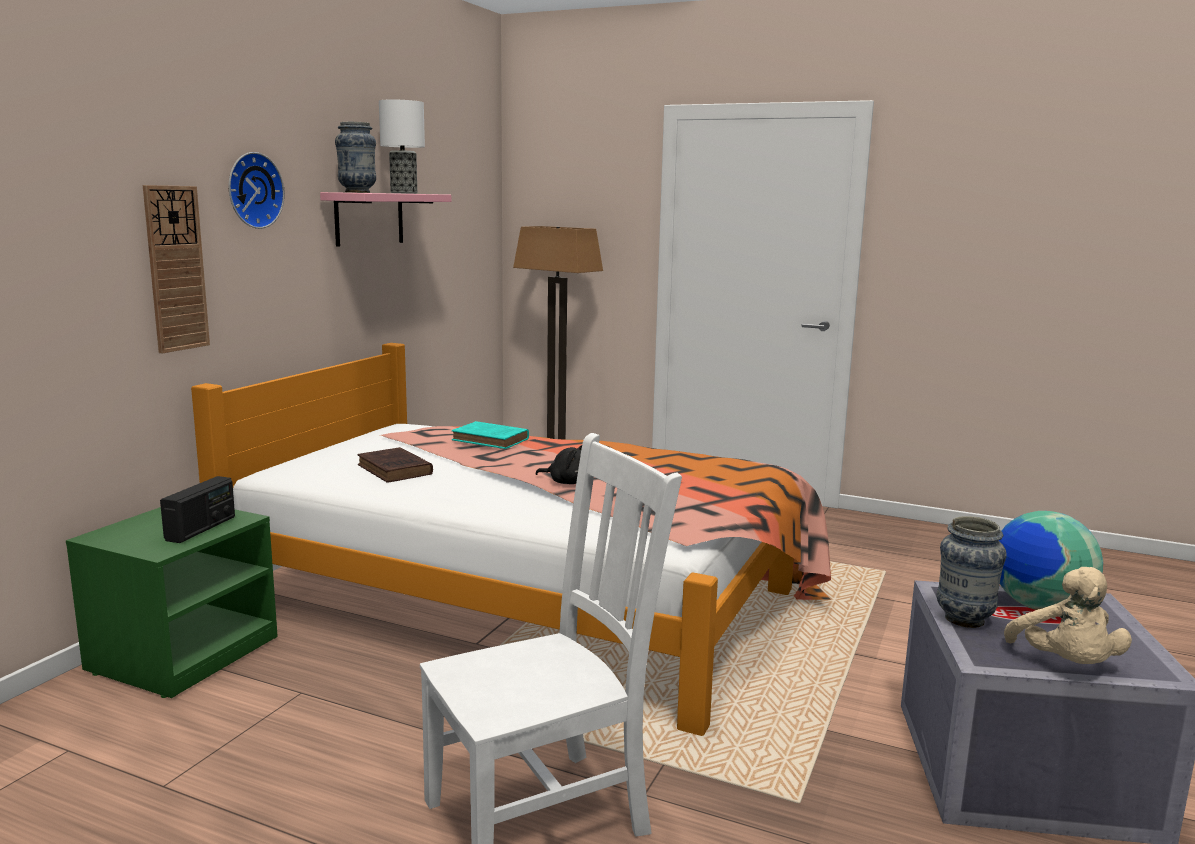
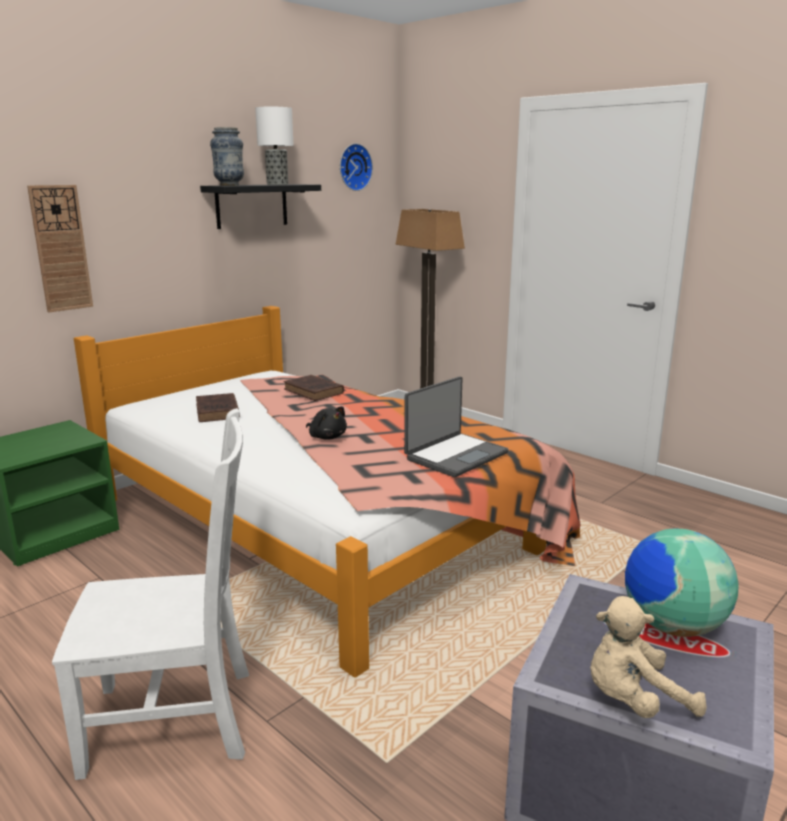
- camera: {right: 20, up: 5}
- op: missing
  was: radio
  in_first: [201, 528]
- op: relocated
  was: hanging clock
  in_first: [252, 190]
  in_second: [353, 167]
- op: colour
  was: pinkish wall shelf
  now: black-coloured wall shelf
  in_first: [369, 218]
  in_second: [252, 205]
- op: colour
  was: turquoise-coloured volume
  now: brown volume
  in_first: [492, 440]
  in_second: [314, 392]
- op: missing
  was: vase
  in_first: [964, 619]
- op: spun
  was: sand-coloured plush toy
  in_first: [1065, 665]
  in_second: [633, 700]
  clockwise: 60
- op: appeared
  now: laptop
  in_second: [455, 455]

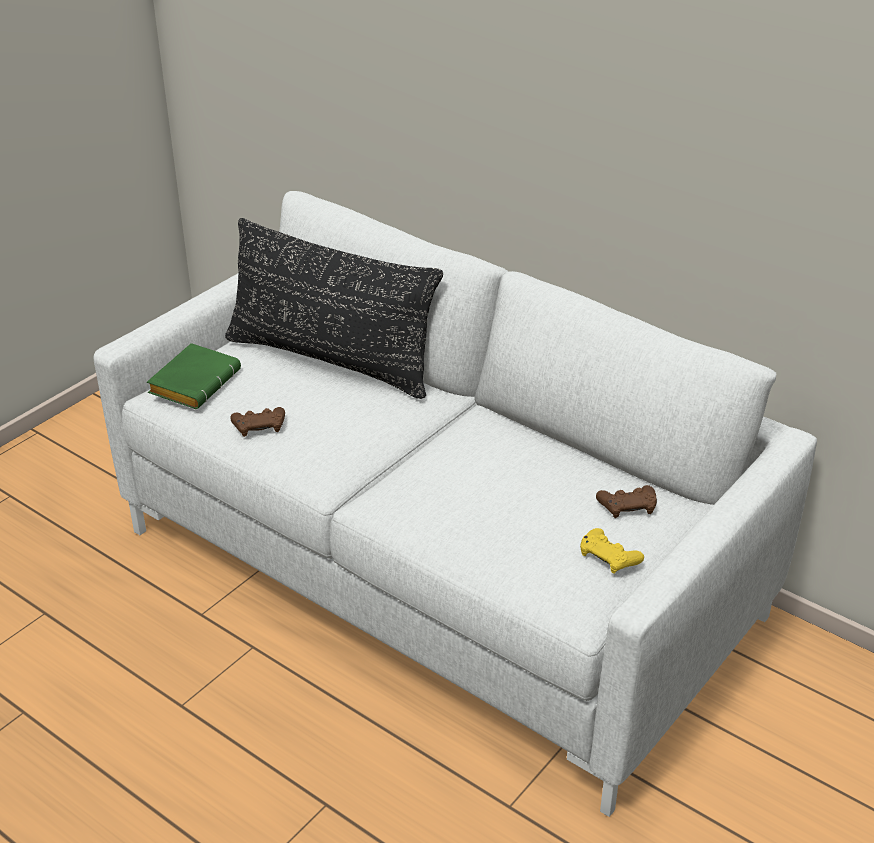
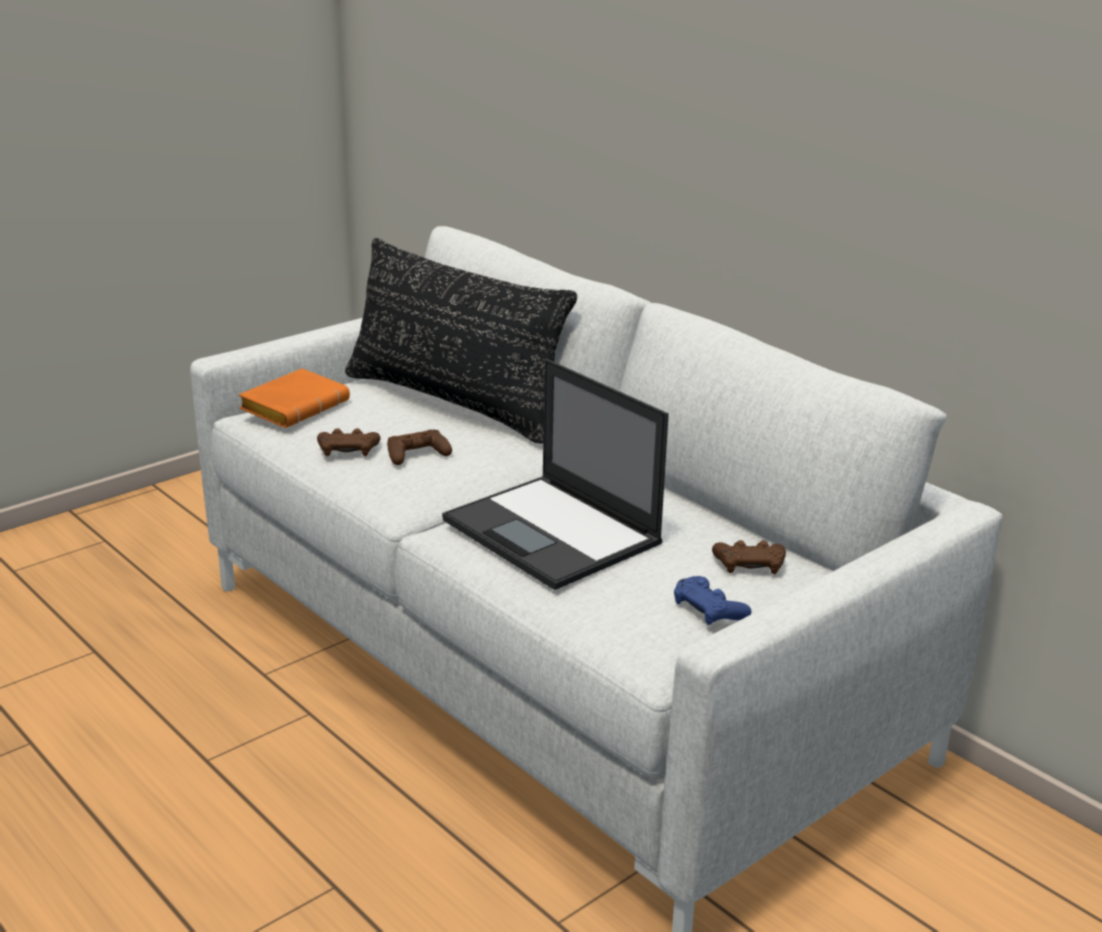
- camera: {right: 10, up: -10}
- op: colour
  was: green-coloured volume
  now: orangey volume
  in_first: [194, 382]
  in_second: [295, 406]
- op: colour
  was: yellowish gamepad
  now: blue gamepad
  in_first: [609, 556]
  in_second: [709, 609]
- op: appeared
  now: brown gamepad
  in_second: [417, 454]
- op: appeared
  now: laptop
  in_second: [553, 533]

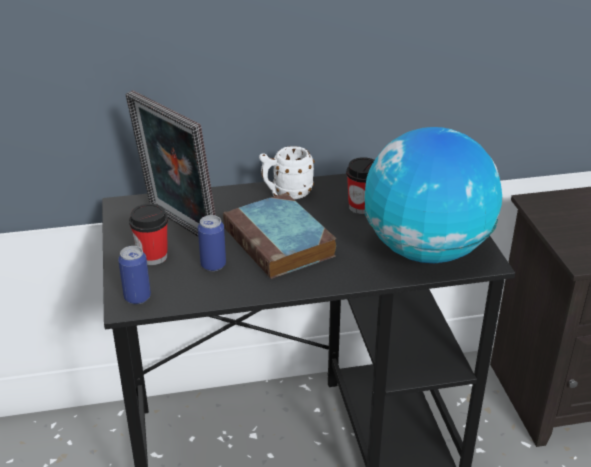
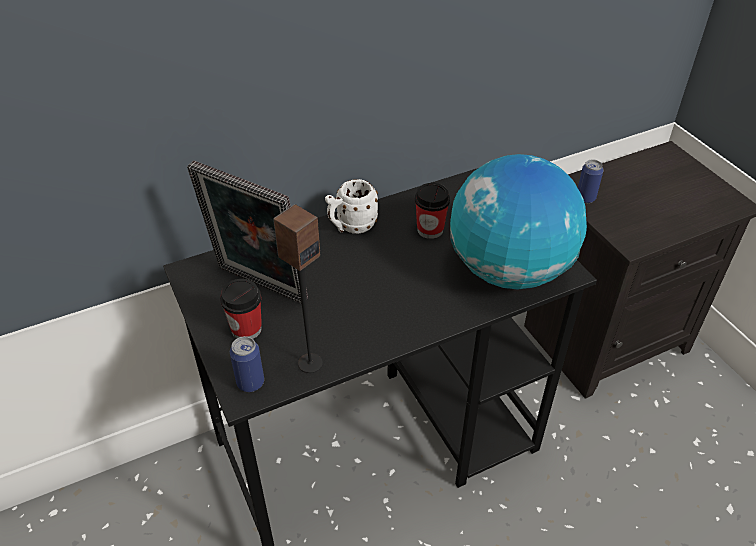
- camera: {right: -15, up: 10}
- op: relocated
  was: sealed can
  in_first: [213, 265]
  in_second: [585, 198]
- op: missing
  was: volume
  in_first: [281, 243]
- op: appeared
  now: loudspeaker
  in_second: [310, 363]

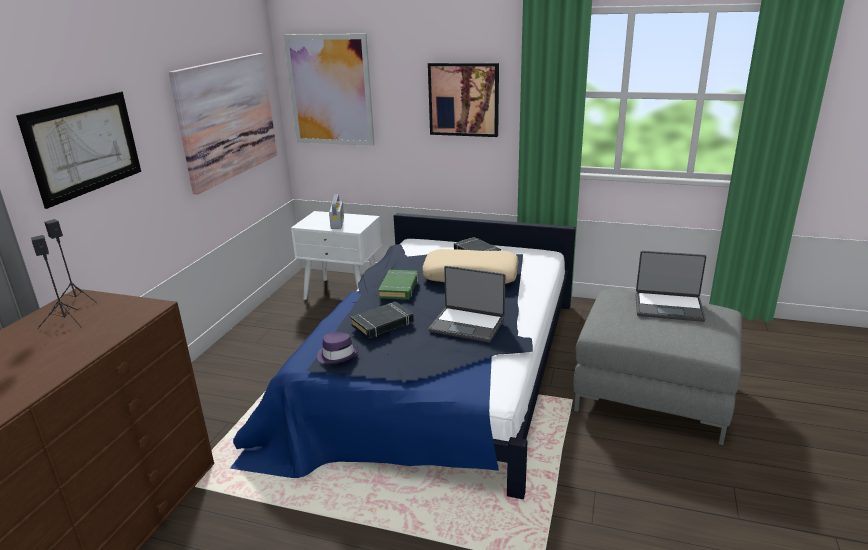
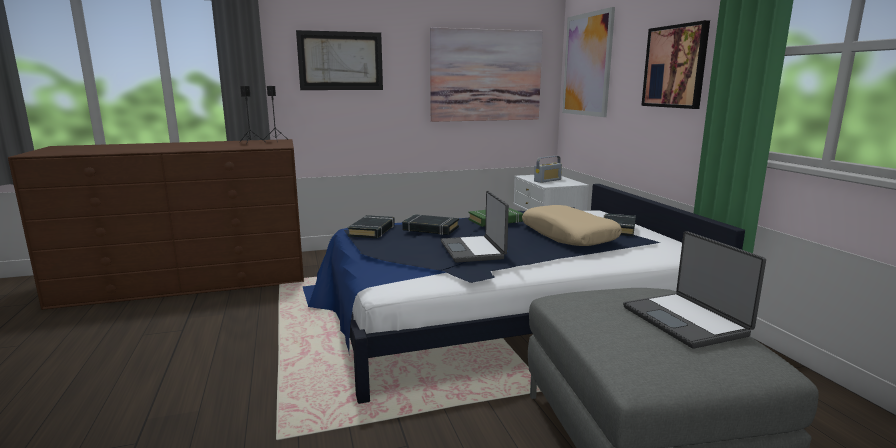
- camera: {right: 55, up: -10}
- op: exchanged
  was: purple wearable hat
  now: black-coloured volume
  in_first: [337, 355]
  in_second: [372, 231]

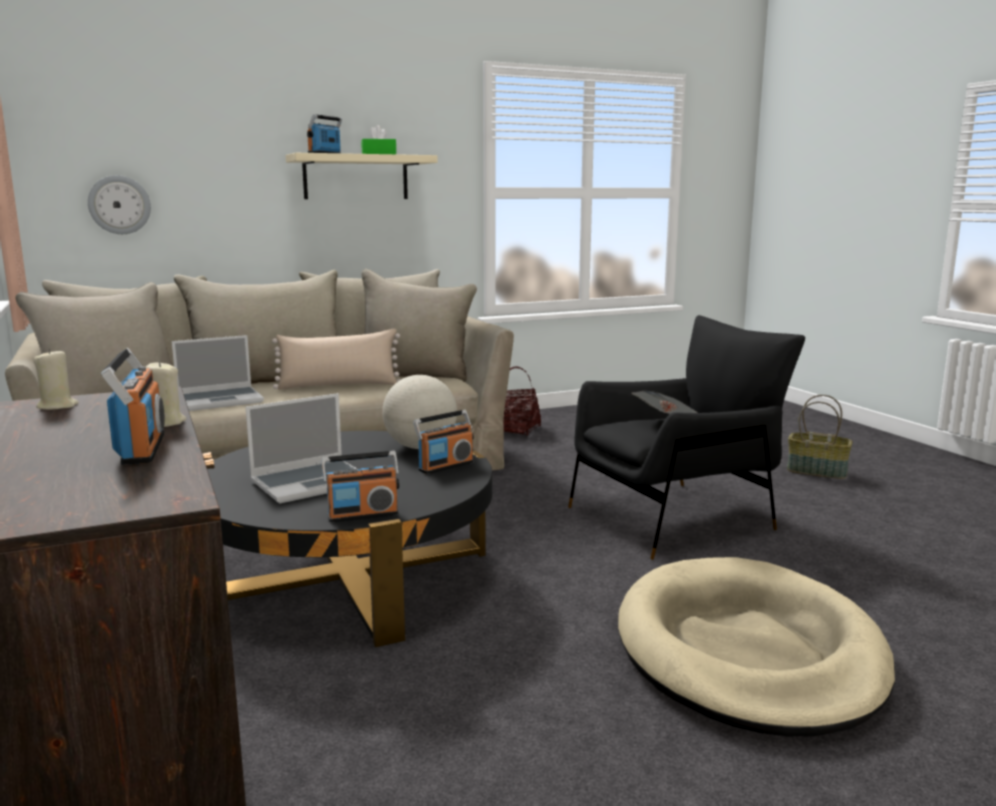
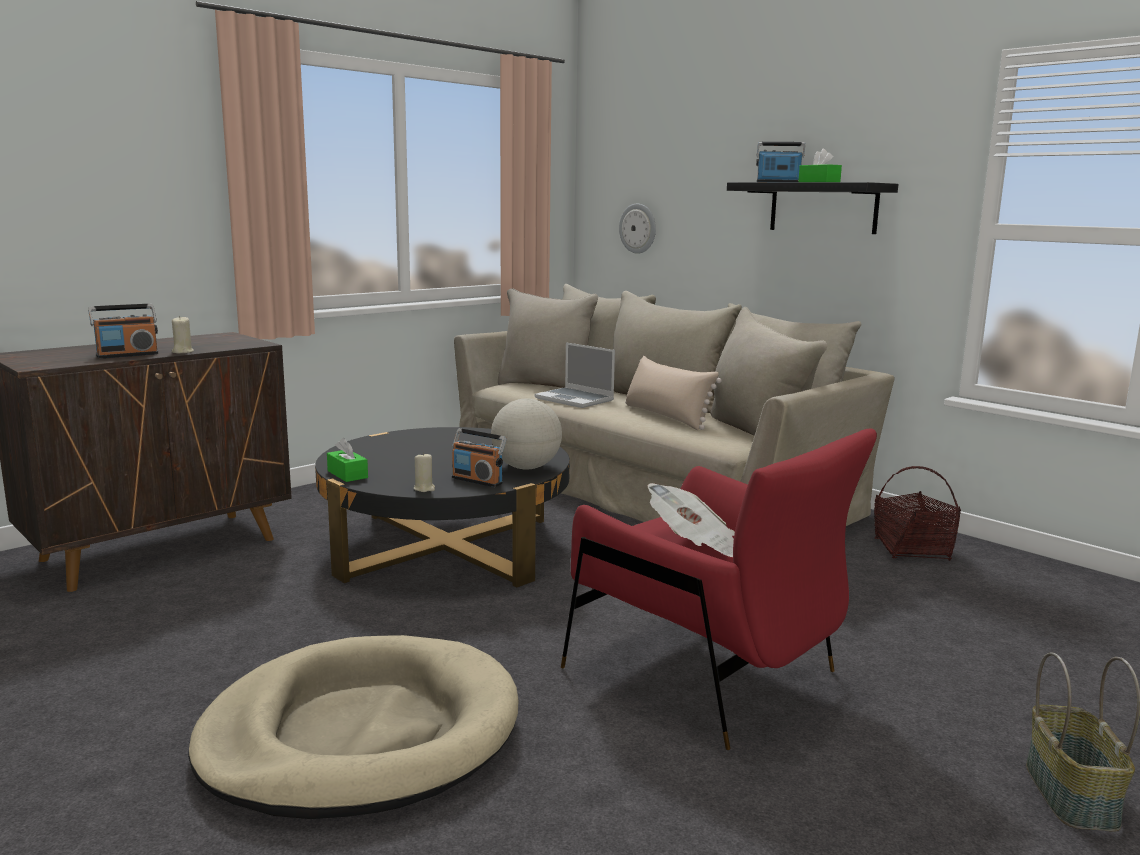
- camera: {right: 70, up: 0}
- op: relocated
  was: sand-coloured wax candle
  in_first: [57, 406]
  in_second: [424, 488]
- op: missing
  was: laptop
  in_first: [311, 482]
- op: colour
  was: sand-coloured wall shelf
  now: black-coloured wall shelf
  in_first: [356, 177]
  in_second: [823, 207]
- op: exchanged
  was: radio
  now: green-coloured box of tissues
  in_first: [362, 515]
  in_second: [347, 474]
- op: colour
  was: black-coloured easy chair
  now: red-coloured easy chair
  in_first: [675, 517]
  in_second: [705, 673]

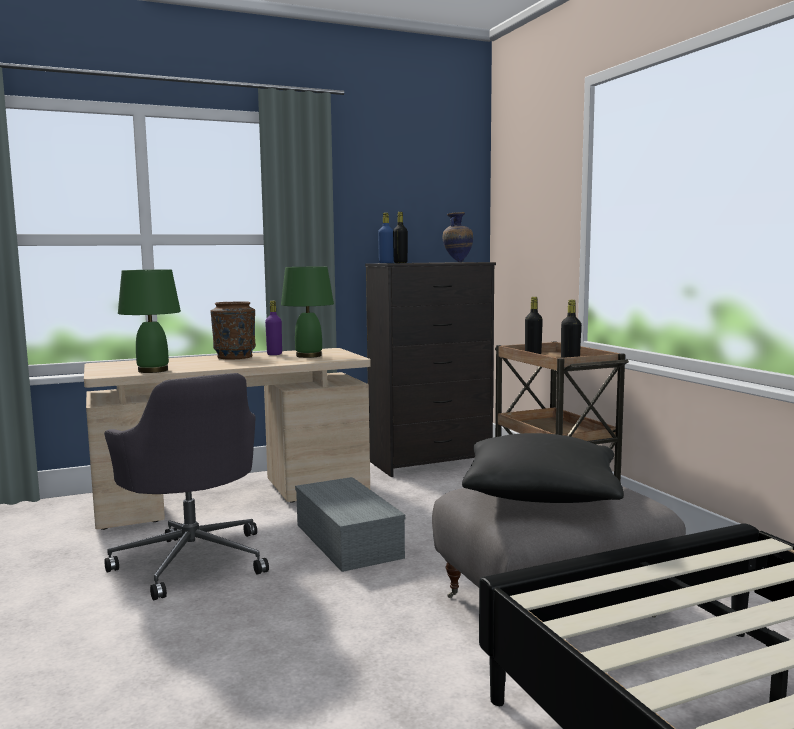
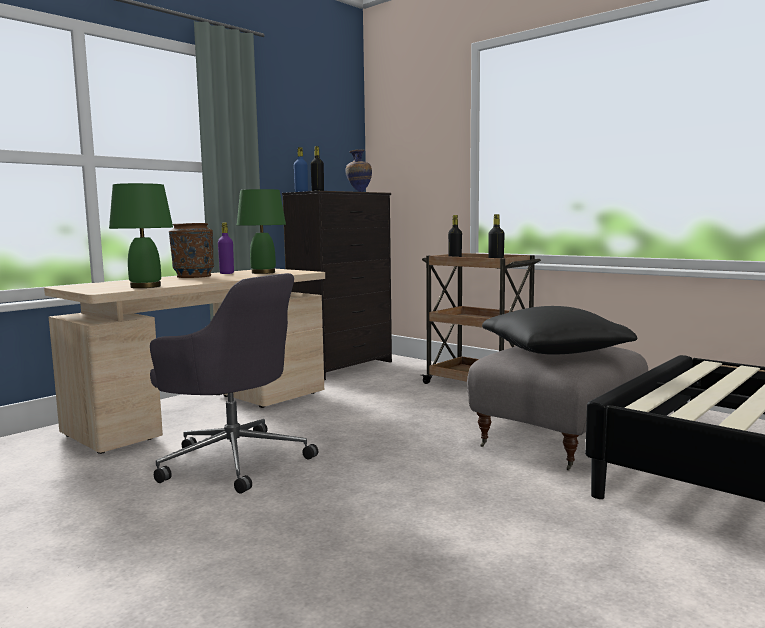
- camera: {right: -25, up: 0}
- op: missing
  was: greyish storage box
  in_first: [350, 541]

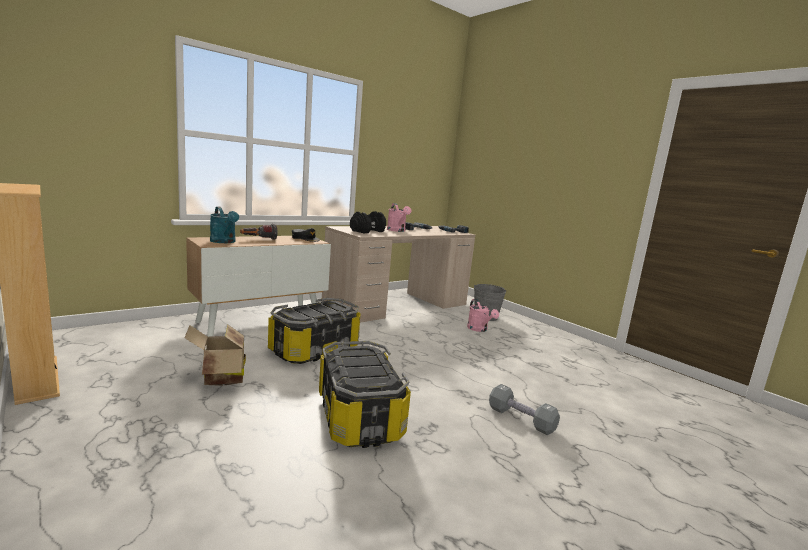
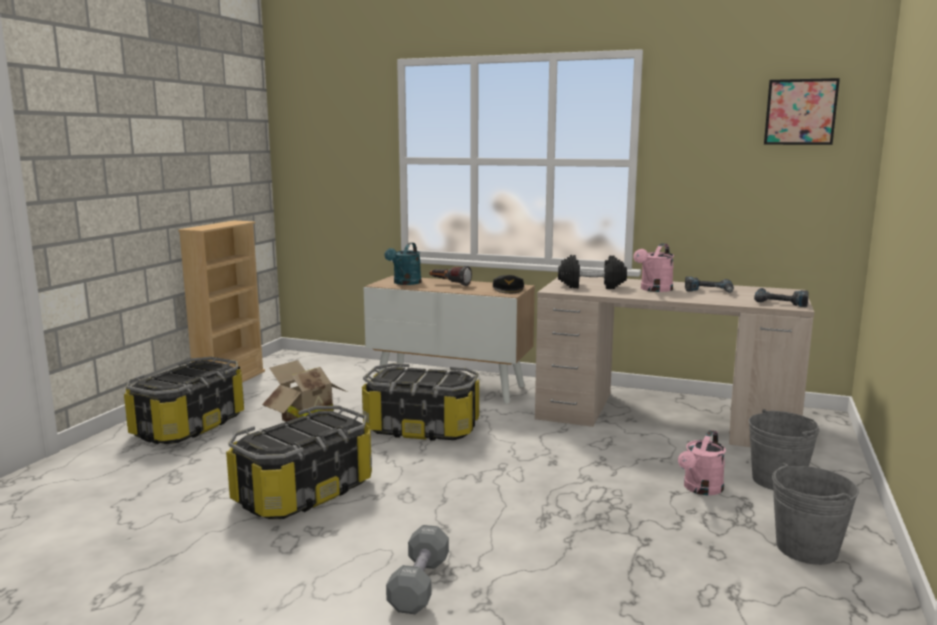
- camera: {right: 60, up: 0}
- op: appeared
  now: storage box
  in_second: [189, 426]
- op: appeared
  now: wall art
  in_second: [800, 112]
- op: appeared
  now: greyish pail
  in_second: [806, 548]

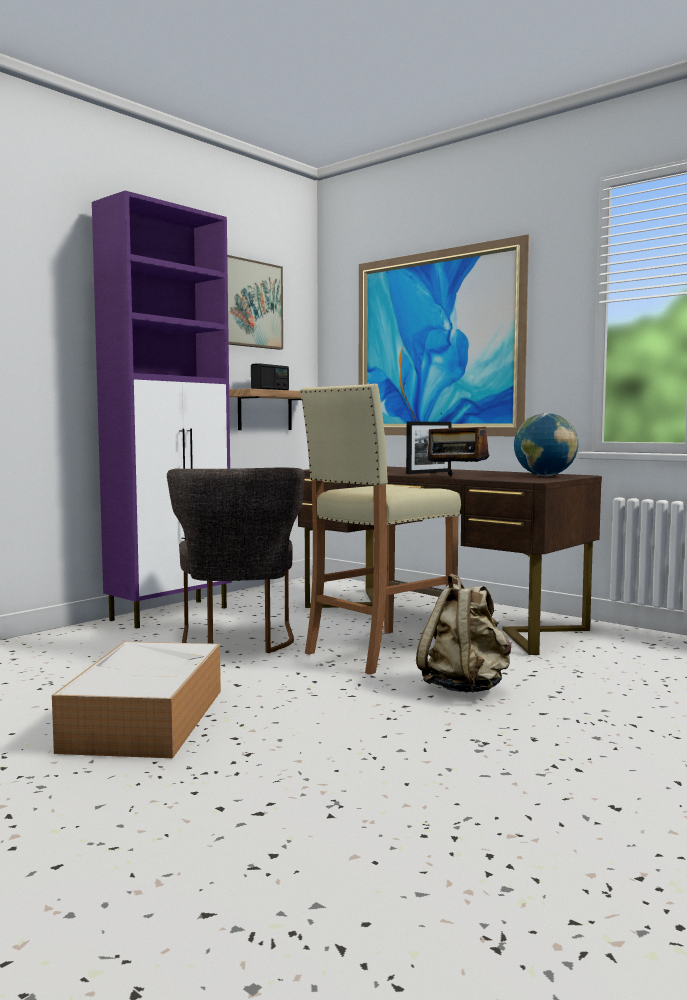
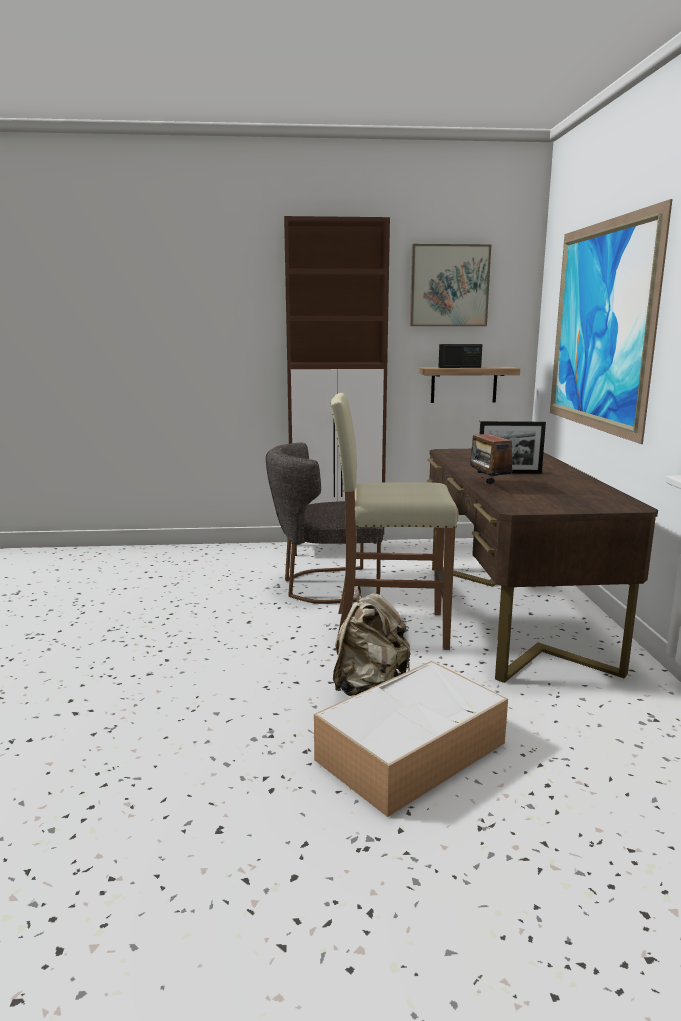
- camera: {right: 45, up: 10}
- op: relocated
  was: storage box
  in_first: [146, 718]
  in_second: [412, 750]
- op: colour
  was: purple storage cabinet
  now: brown storage cabinet
  in_first: [171, 613]
  in_second: [337, 549]
- op: spun
  was: greyish upright chair
  in_first: [238, 641]
  in_second: [324, 586]
  clockwise: 45
- op: missing
  was: world globe
  in_first: [544, 476]

